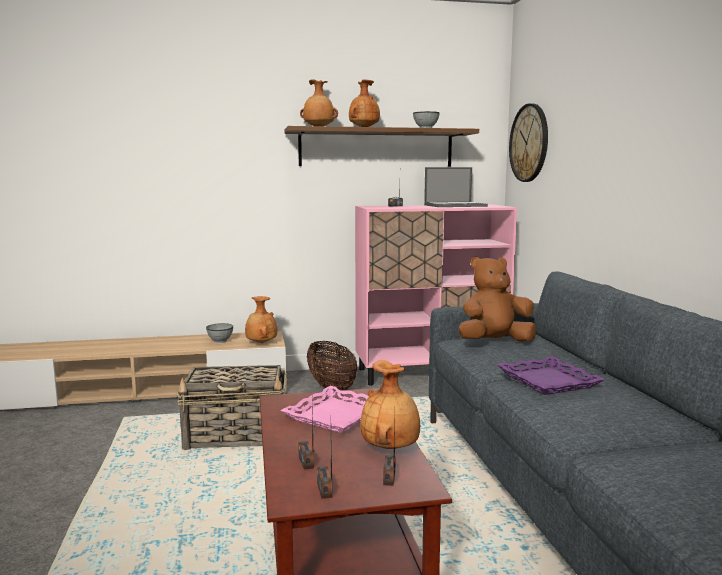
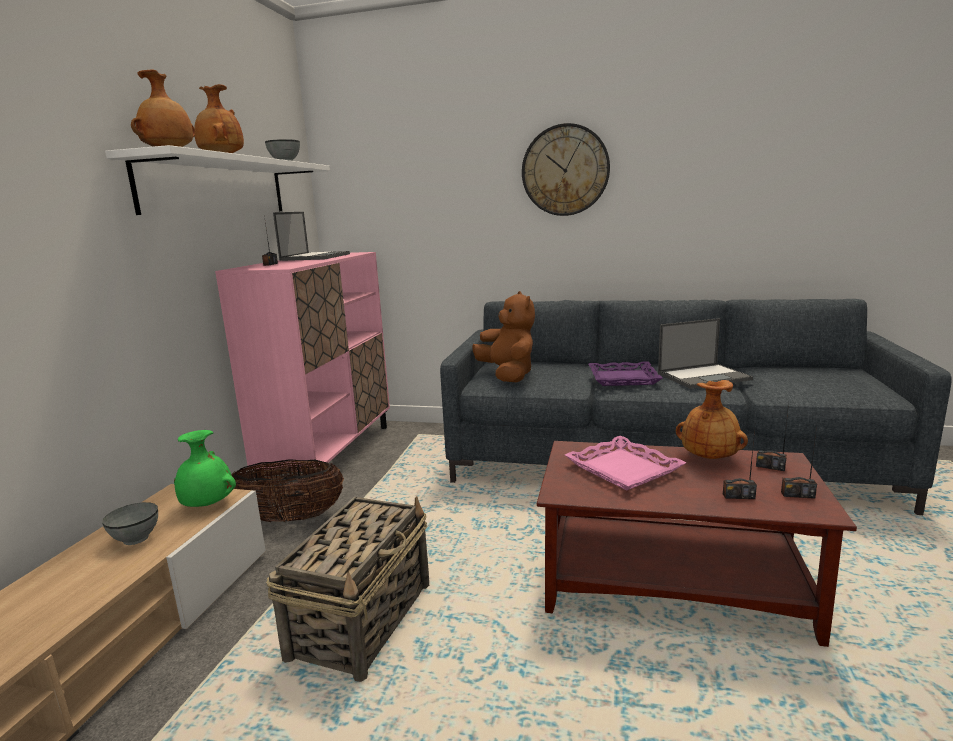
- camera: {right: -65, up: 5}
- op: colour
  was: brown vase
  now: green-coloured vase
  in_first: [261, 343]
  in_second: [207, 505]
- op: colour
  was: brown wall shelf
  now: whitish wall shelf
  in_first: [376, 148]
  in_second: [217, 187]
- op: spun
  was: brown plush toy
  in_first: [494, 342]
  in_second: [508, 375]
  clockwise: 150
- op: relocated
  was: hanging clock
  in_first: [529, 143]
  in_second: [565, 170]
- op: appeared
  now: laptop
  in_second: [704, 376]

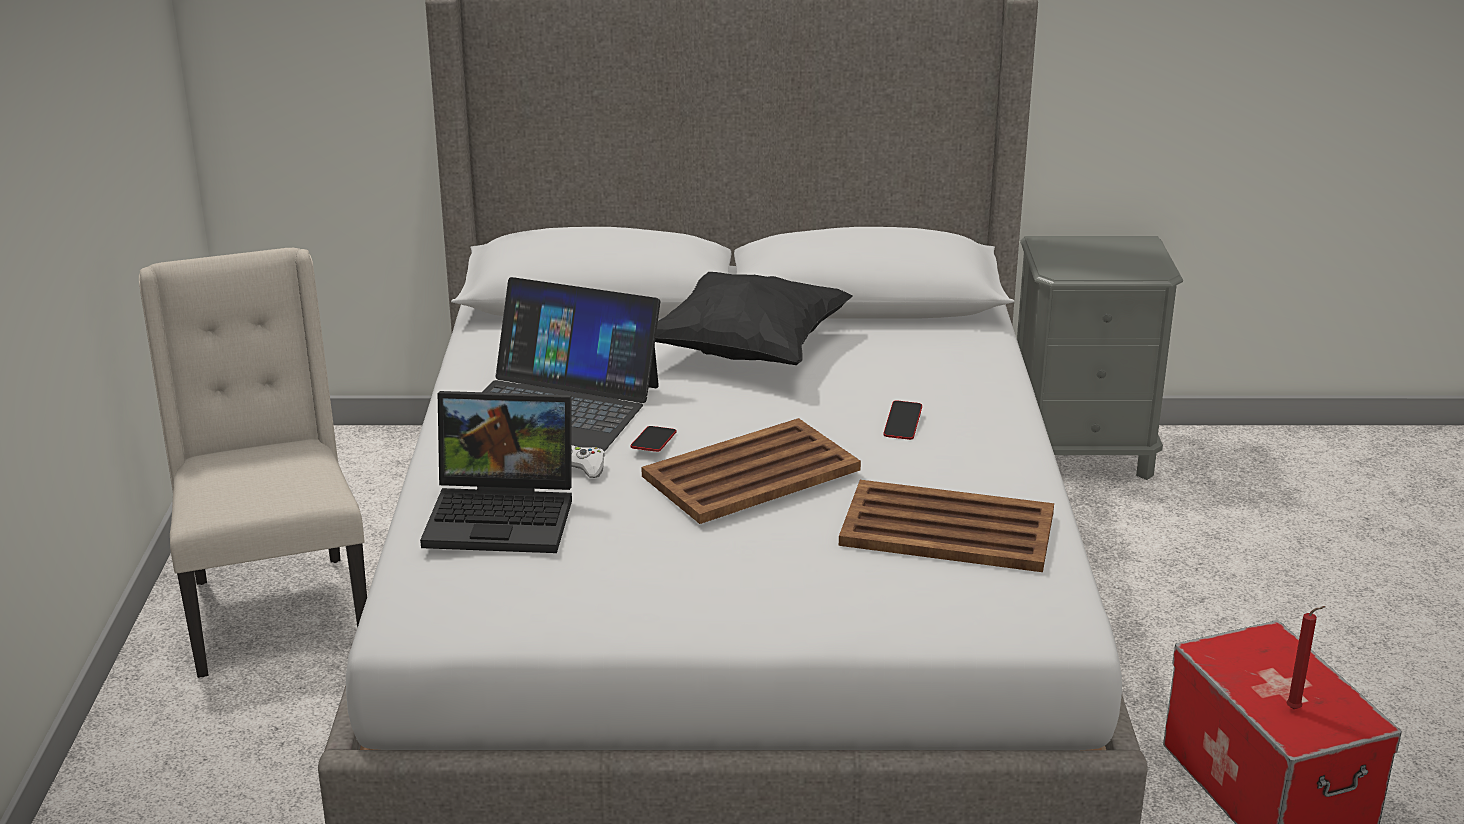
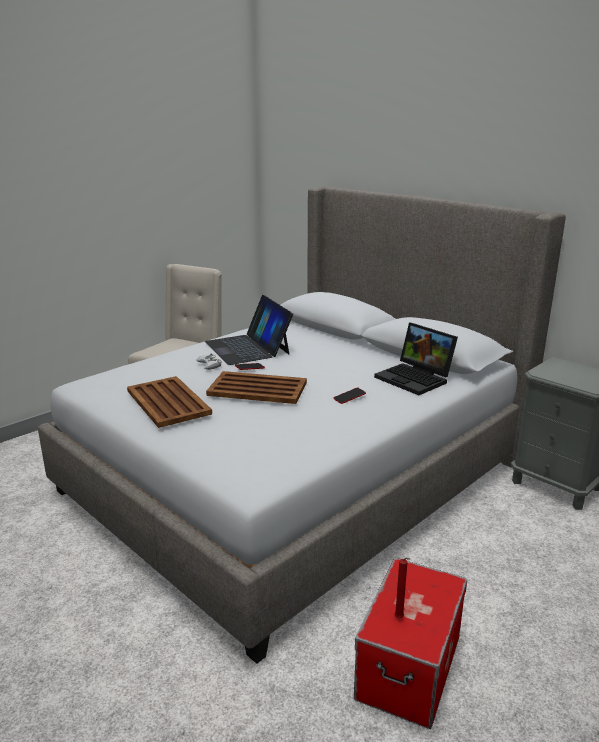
- camera: {right: 45, up: -5}
- op: relocated
  was: laptop
  in_first: [505, 515]
  in_second: [416, 379]
- op: missing
  was: black-coloured cushion
  in_first: [747, 351]
- op: relocated
  was: brown tray
  in_first: [949, 529]
  in_second: [168, 402]

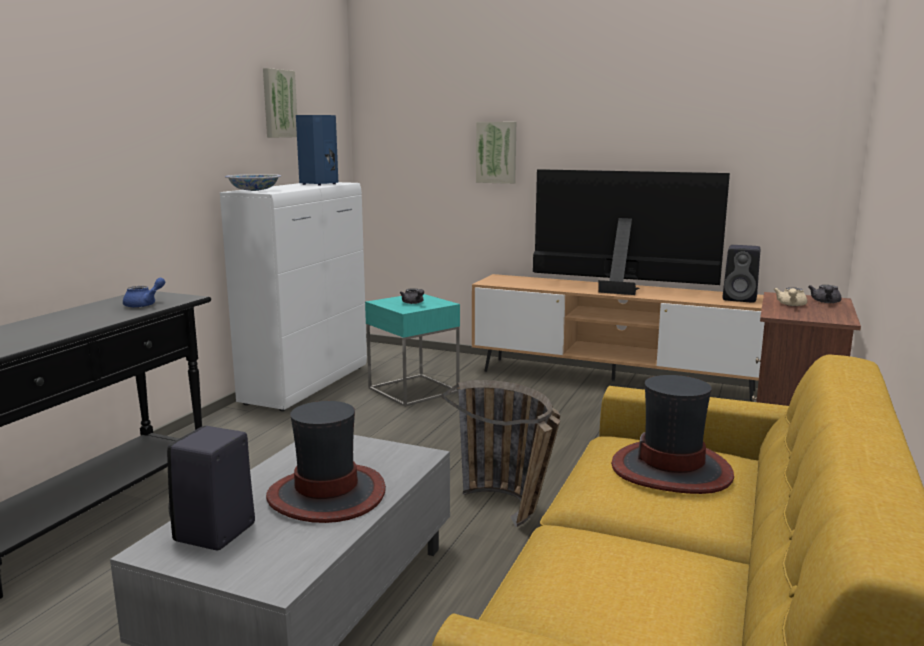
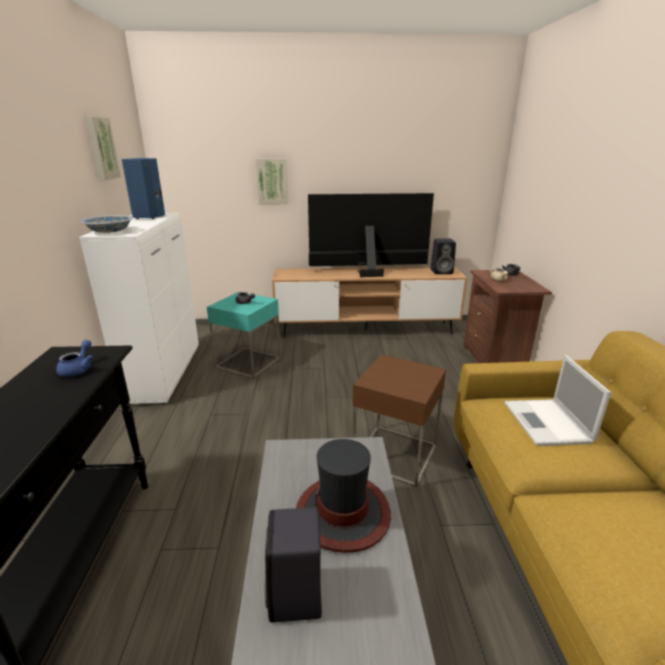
- camera: {right: -25, up: 10}
- op: exchanged
  was: household basket
  now: brown accent table
  in_first: [511, 513]
  in_second: [394, 454]
- op: exchanged
  was: wearable hat
  now: laptop
  in_first: [672, 469]
  in_second: [547, 423]

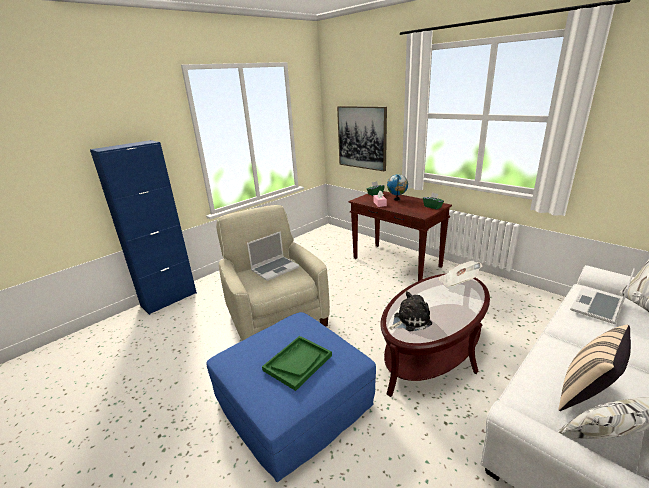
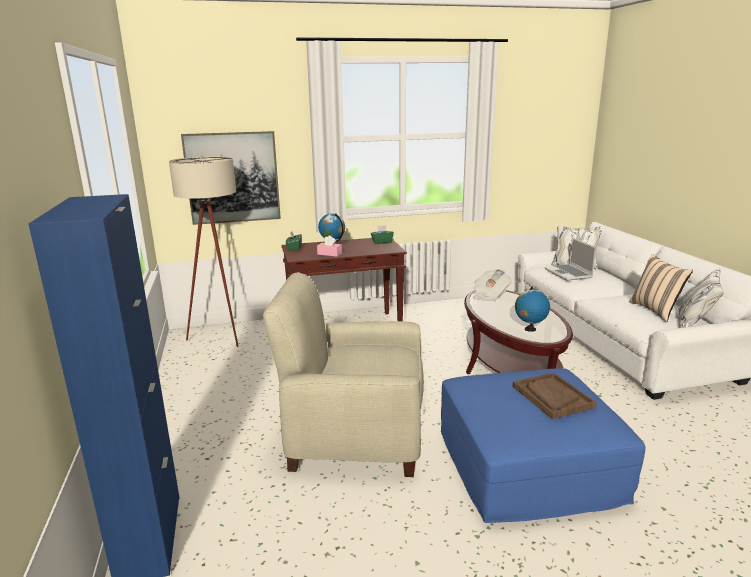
- camera: {right: -60, up: -5}
- op: missing
  was: laptop
  in_first: [275, 269]
- op: colour
  was: green-coloured tray
  now: brown tray
  in_first: [298, 362]
  in_second: [552, 397]
- op: exchanged
  was: plush toy
  now: world globe
  in_first: [410, 320]
  in_second: [530, 329]
- op: appeared
  now: sand-coloured standard lamp
  in_second: [222, 339]

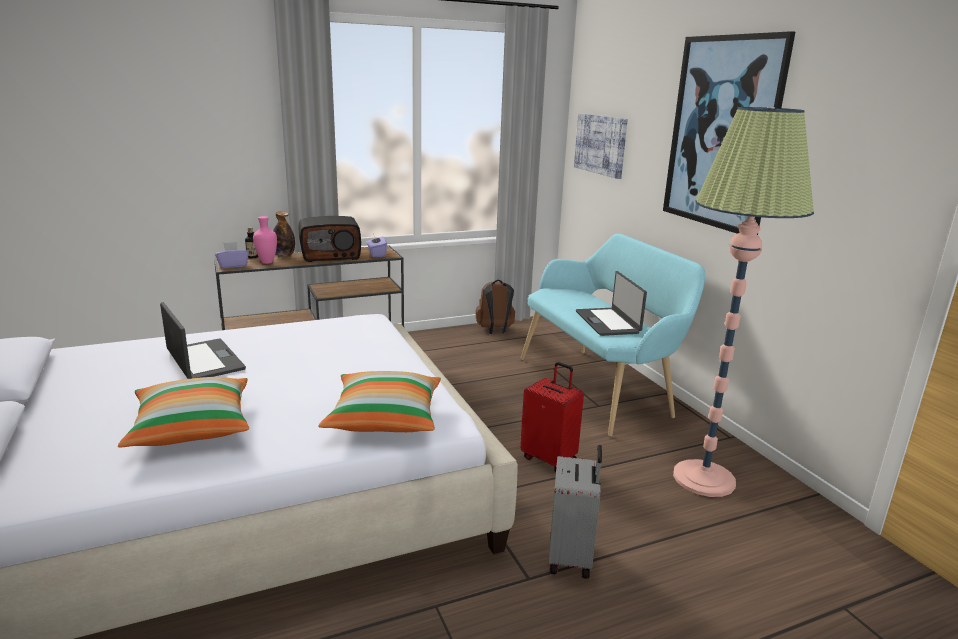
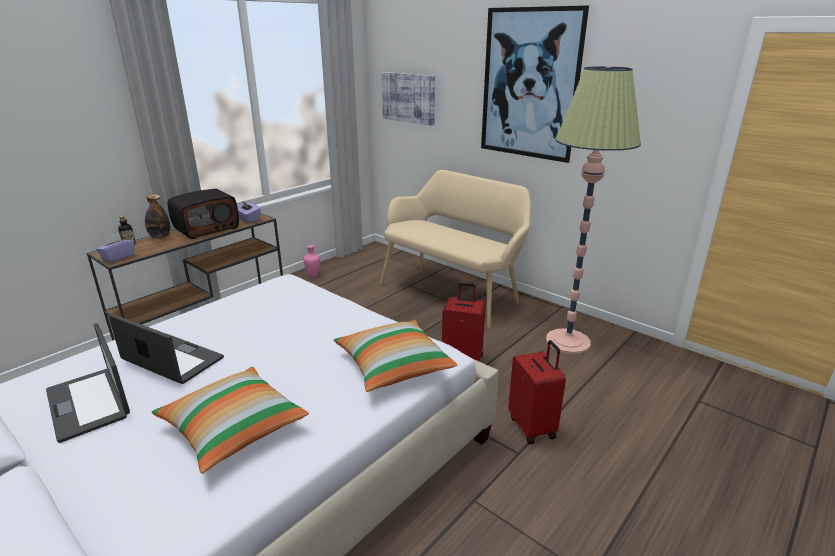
- camera: {right: -25, up: 5}
- op: relocated
  was: pinkish vase
  in_first: [267, 262]
  in_second: [313, 276]
- op: missing
  was: brown rucksack
  in_first: [495, 331]
- op: colour
  was: turquoise-coloured bench
  now: sand-coloured bench
  in_first: [600, 386]
  in_second: [453, 292]
- op: colour
  was: greyish suitcase
  now: red-coloured suitcase
  in_first: [571, 557]
  in_second: [533, 427]
- op: relocated
  was: laptop
  in_first: [608, 322]
  in_second: [89, 403]

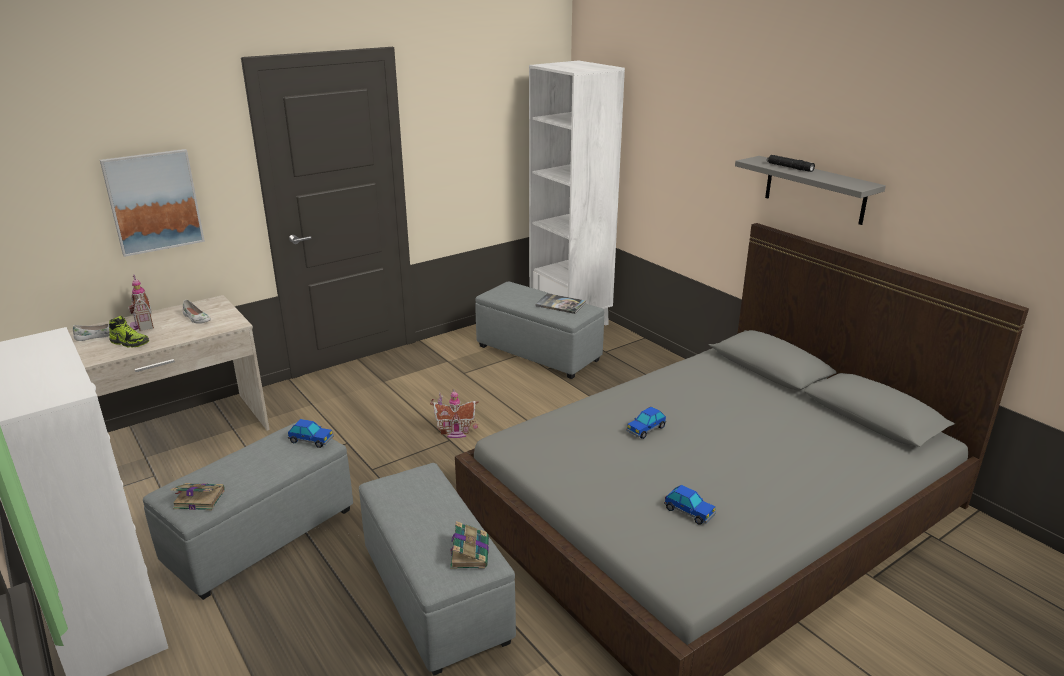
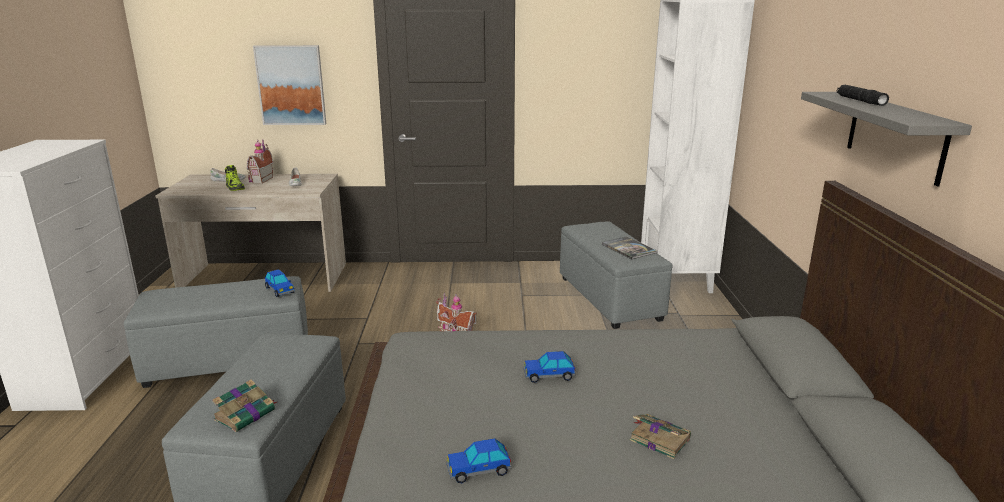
- camera: {right: 35, up: -5}
- op: relocated
  was: volume
  in_first: [198, 499]
  in_second: [658, 439]
- op: spun
  was: toy car
  in_first: [689, 512]
  in_second: [478, 470]
  clockwise: 90

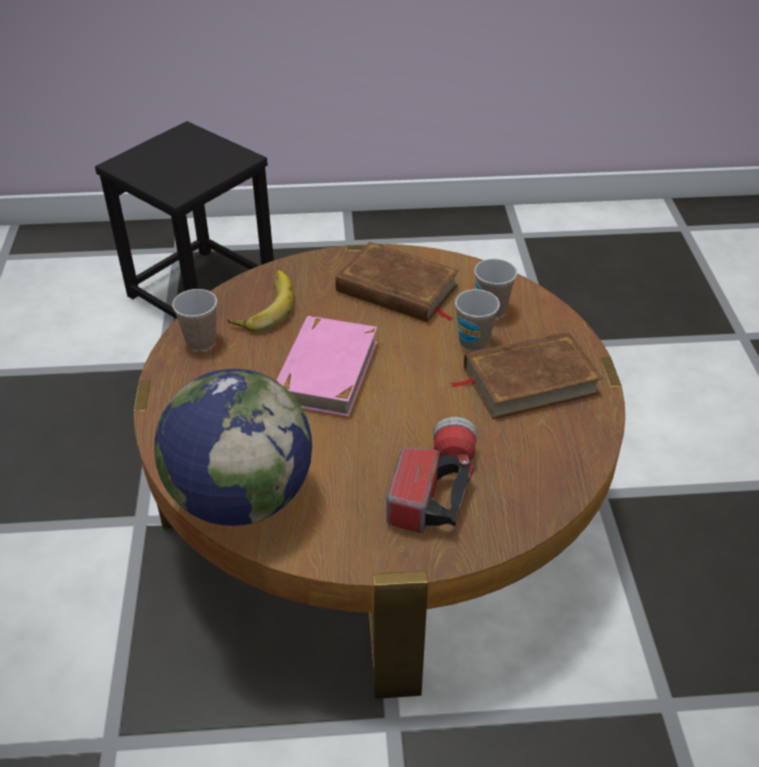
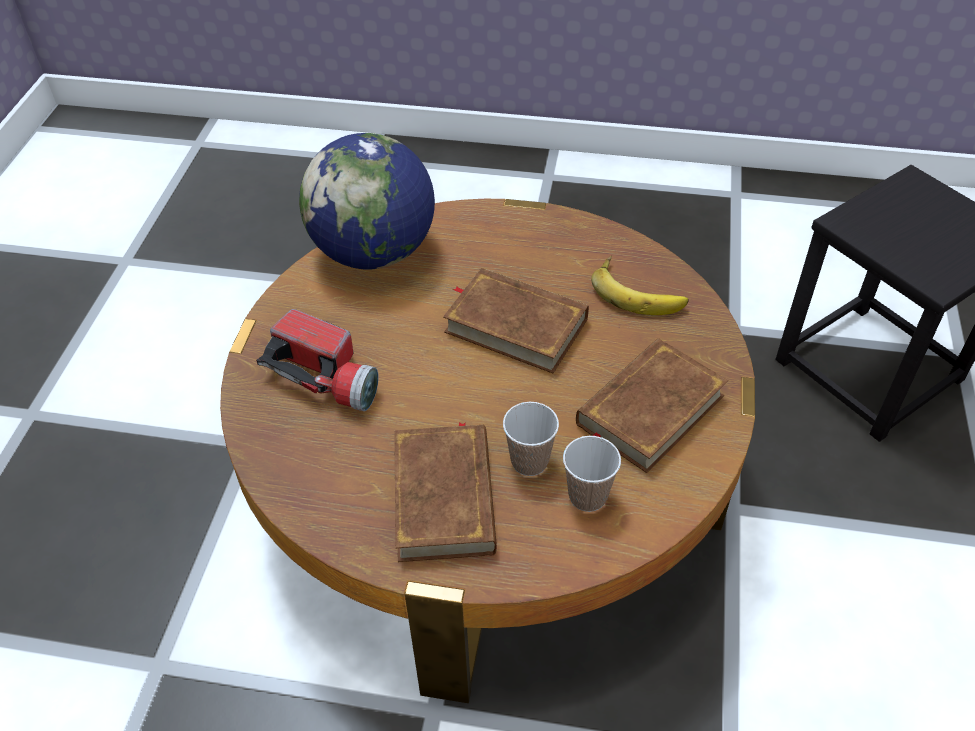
- camera: {right: 105, up: 5}
- op: missing
  was: drinking cup
  in_first: [201, 341]
- op: colour
  was: pinkish volume
  now: brown volume
  in_first: [325, 372]
  in_second: [516, 325]

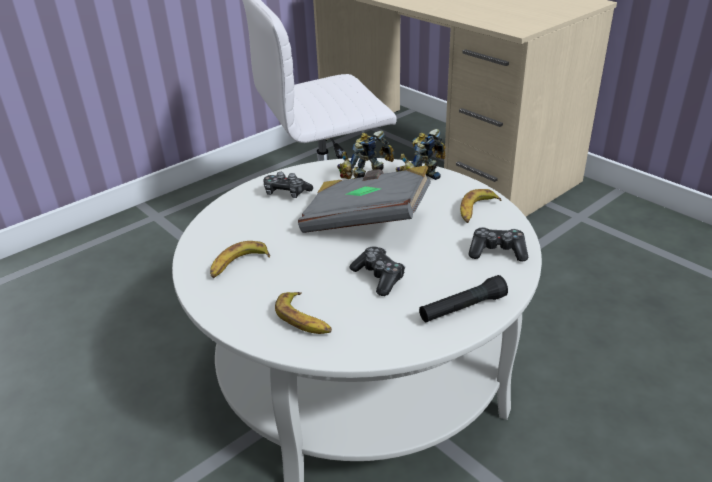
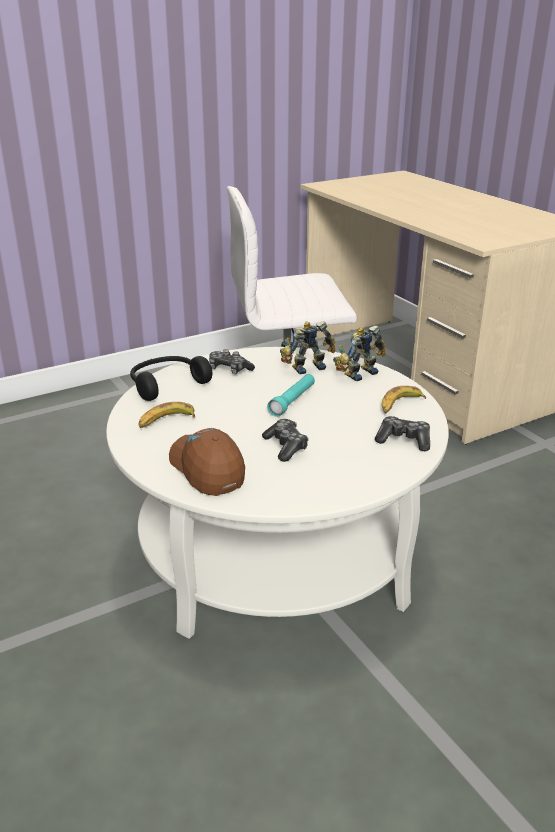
- camera: {right: 10, up: -5}
- op: exchanged
  was: banana
  now: brown peaked cap
  in_first: [304, 320]
  in_second: [207, 470]
- op: exchanged
  was: greyish volume
  now: turquoise-coloured flashlight
  in_first: [366, 221]
  in_second: [292, 401]
- op: missing
  was: black-coloured flashlight
  in_first: [462, 308]
- op: appeared
  now: black-coloured pair of headphones
  in_second: [166, 384]

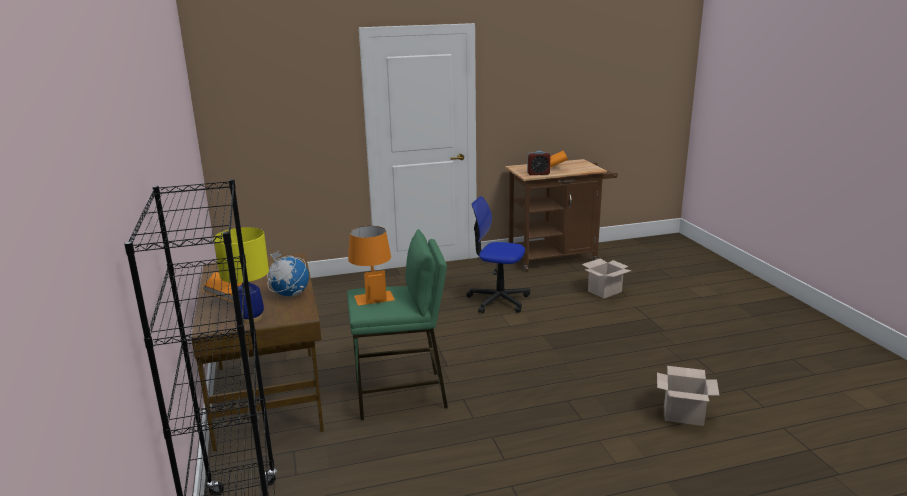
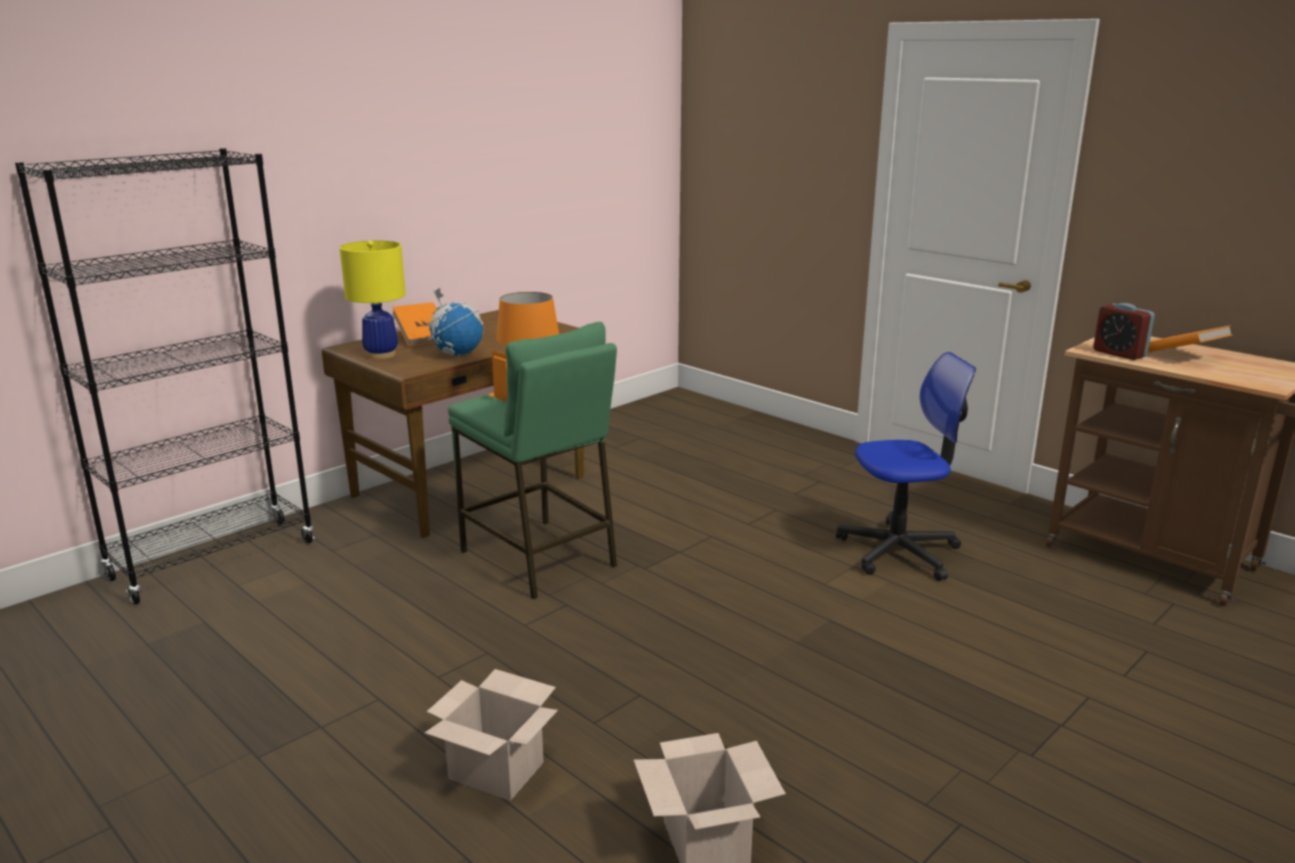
- camera: {right: 60, up: 0}
- op: spun
  was: computer chair
  in_first: [498, 300]
  in_second: [899, 551]
  clockwise: 90
- op: relocated
  was: carton
  in_first: [605, 291]
  in_second: [498, 770]

